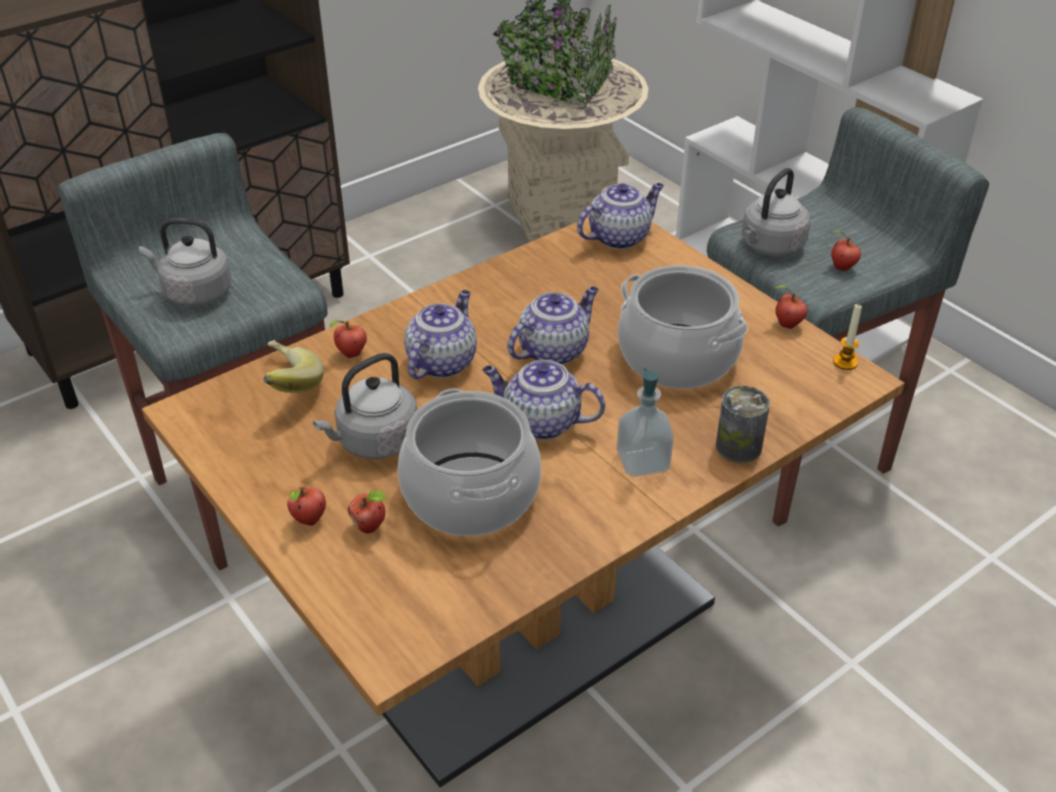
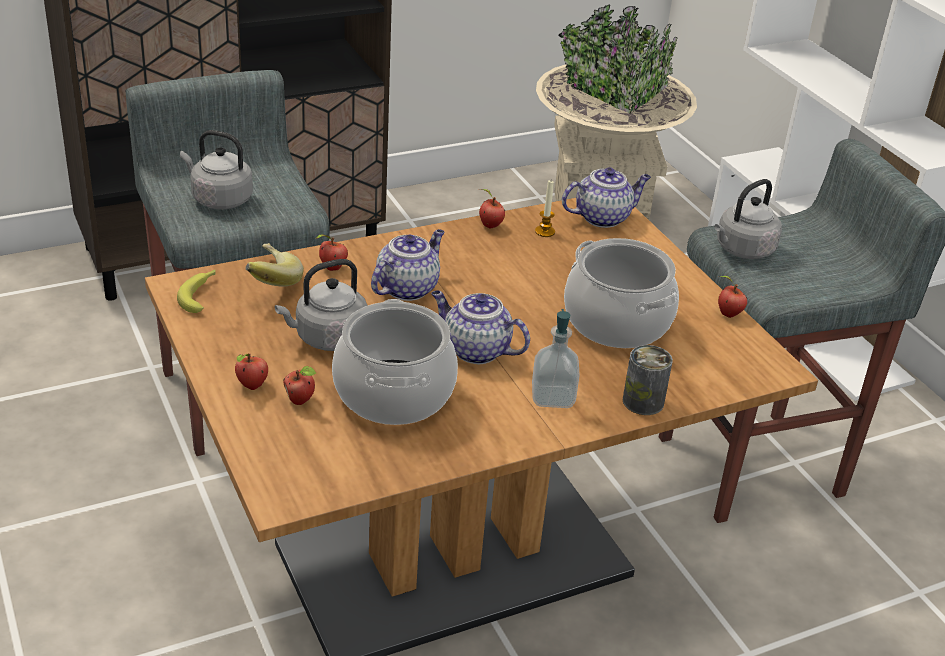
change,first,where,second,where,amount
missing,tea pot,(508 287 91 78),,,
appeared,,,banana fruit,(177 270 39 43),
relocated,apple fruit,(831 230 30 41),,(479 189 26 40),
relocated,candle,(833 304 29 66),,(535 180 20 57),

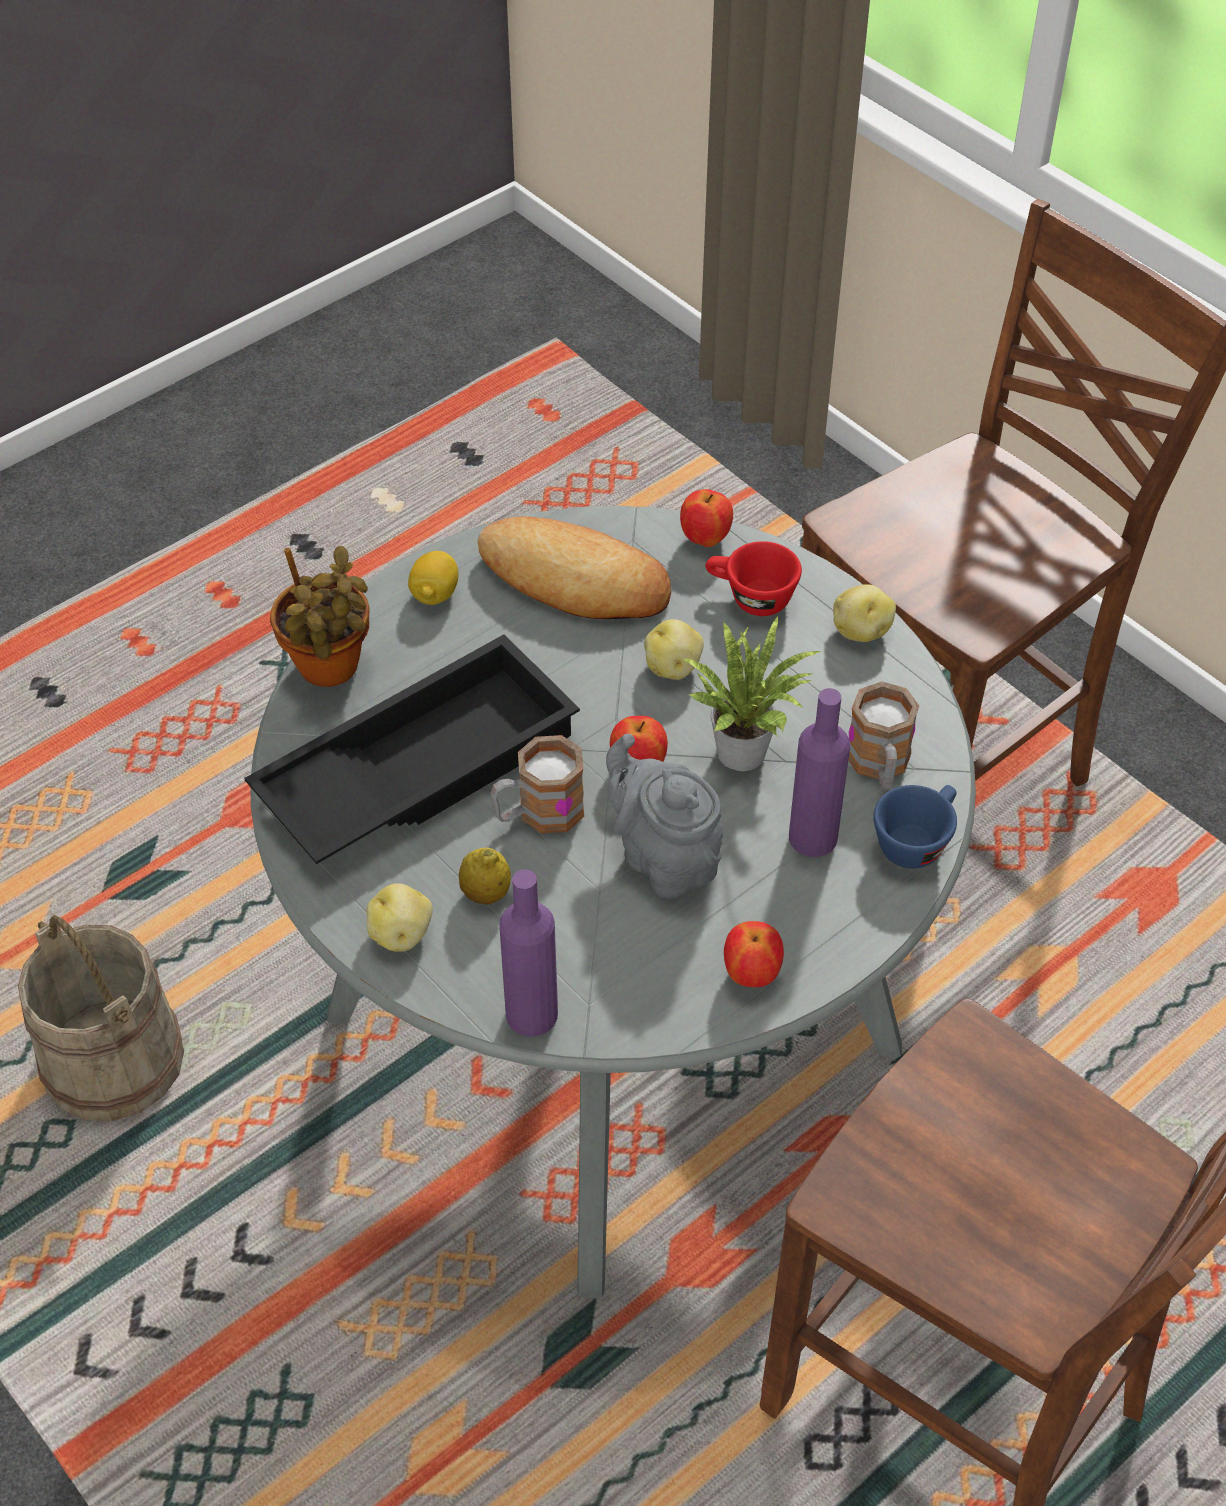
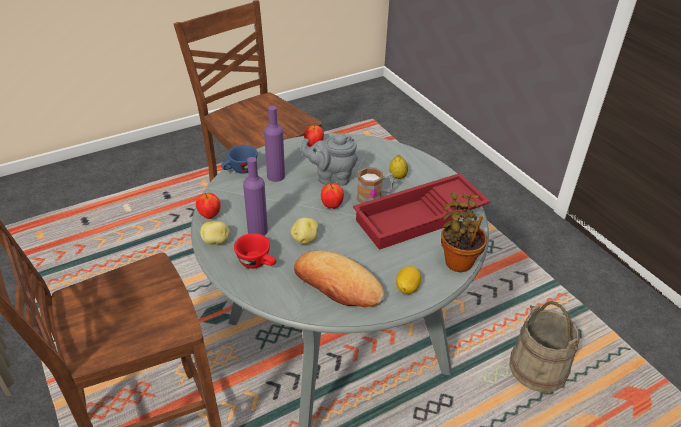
change,first,where,second,where,amount
missing,potato,(366 884 67 68),,,
missing,houseplant,(681 615 139 156),,,
missing,mug,(848 681 71 109),,,
relocated,bottle in purple,(499 869 59 168),,(243 157 25 79),
relocated,apple fruit,(680 489 53 58),,(196 193 25 26),
colour,carrying tray in black-coloured,(244 634 336 230),carrying tray in red-coloured,(353 173 137 77),
spun,tea pot in grey,(606 733 117 165),,(301 134 57 52),120 degrees clockwise

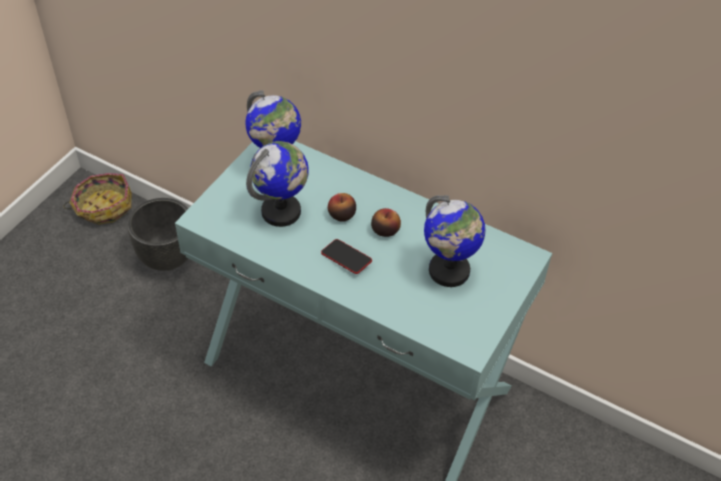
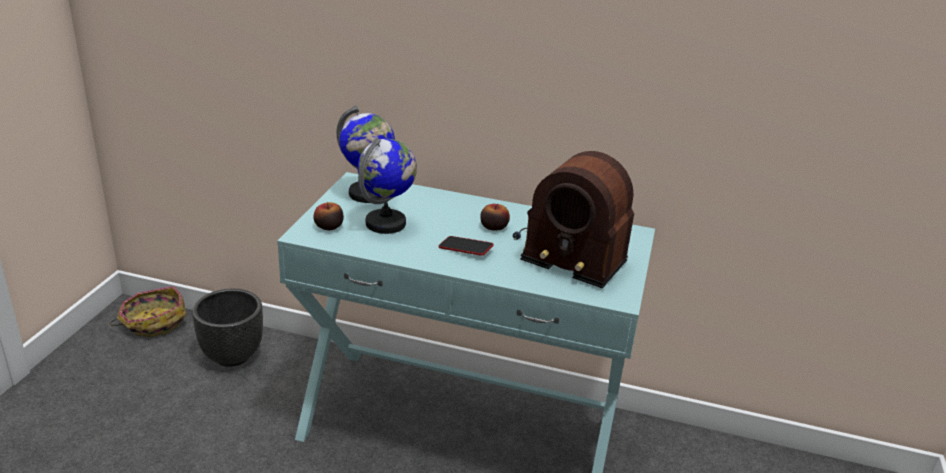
change,first,where,second,where,amount
relocated,apple fruit,(328 193 28 29),,(313 202 31 28),
exchanged,world globe,(424 195 61 92),radio,(513 151 121 138),

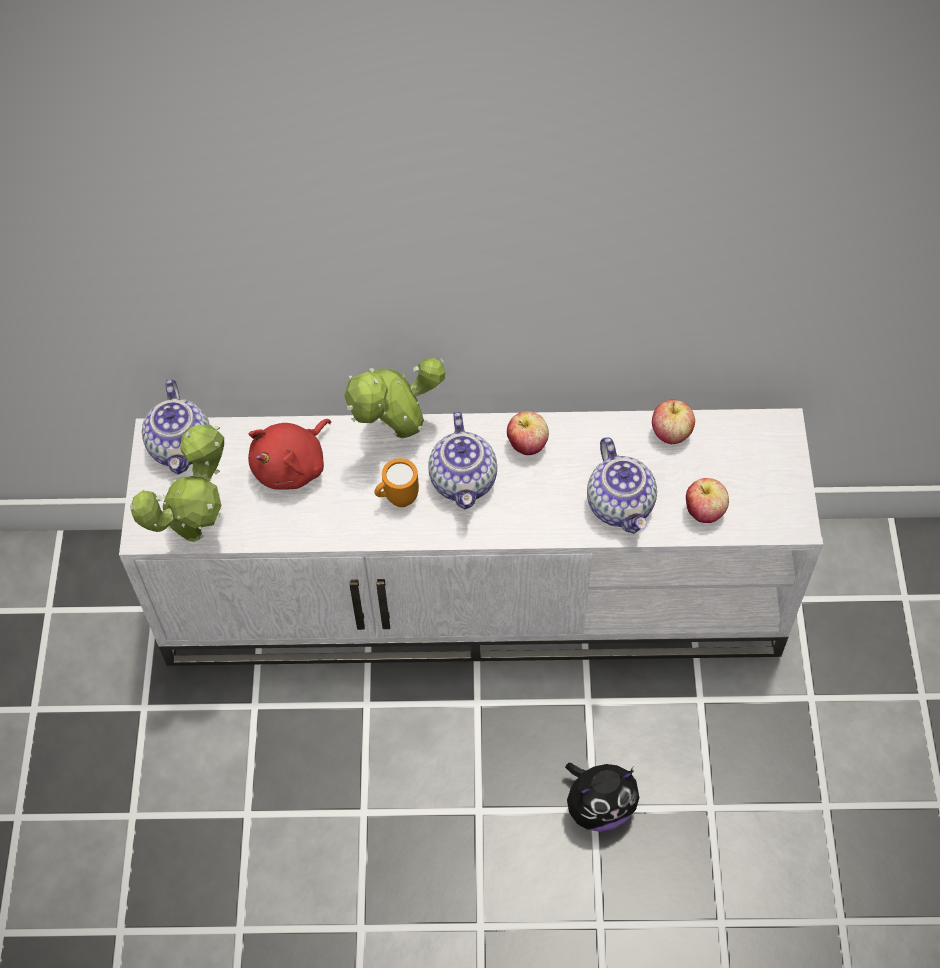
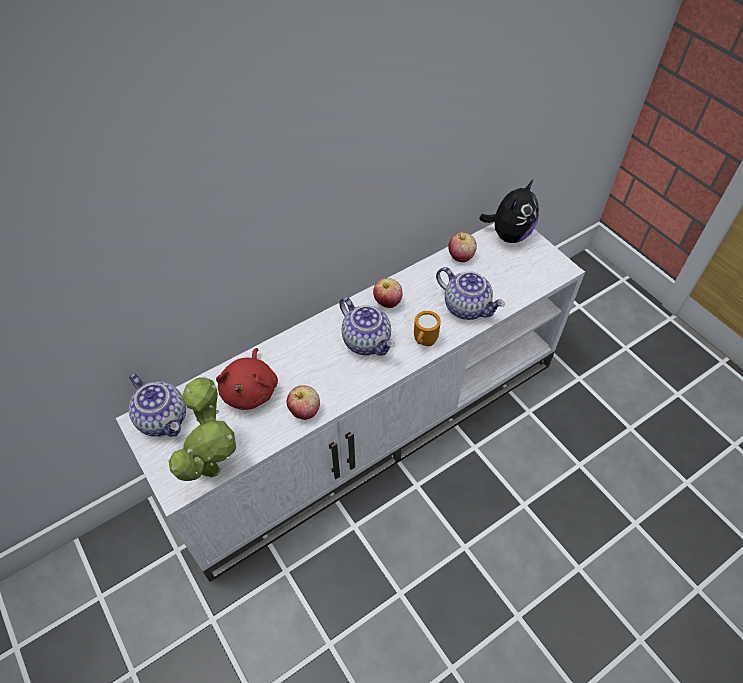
change,first,where,second,where,amount
missing,houseplant,(344 358 101 81),,,
relocated,mug in orangey,(374 458 45 49),,(414 311 27 35),
relocated,soft toy,(565 763 74 69),,(479 179 60 64),
relocated,apple fruit,(686 478 43 45),,(286 385 34 35),

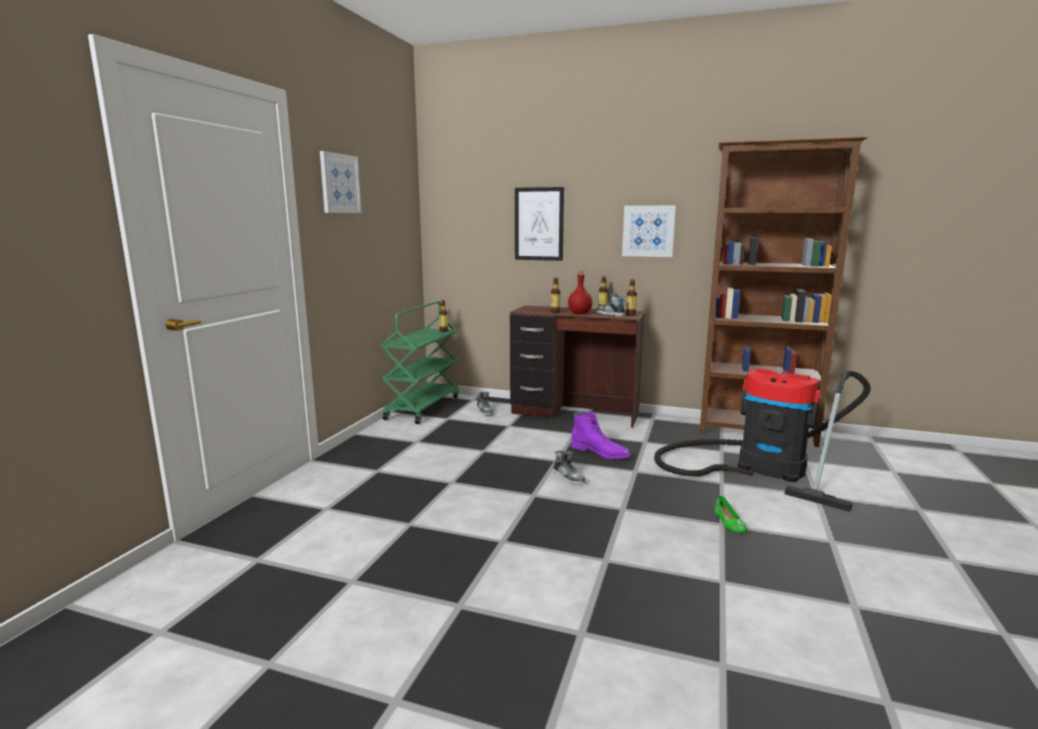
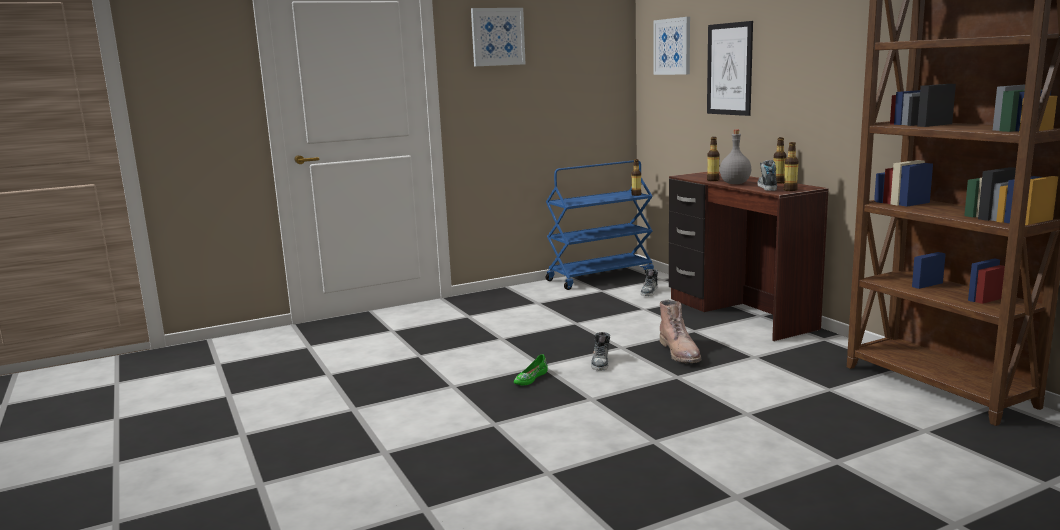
change,first,where,second,where,amount
missing,vacuum,(654 368 217 144),,,
relocated,wall picture,(622 205 54 52),,(654 17 36 58),
relocated,low shoe in green-coloured,(714 496 33 37),,(514 354 34 31),
colour,trolley in green-coloured,(380 301 79 123),trolley in blue-coloured,(545 160 109 130),
colour,bottle in red-coloured,(568 271 25 43),bottle in grey,(720 130 31 54),
colour,boot in purple,(571 412 61 48),boot in brownish,(660 300 41 63),

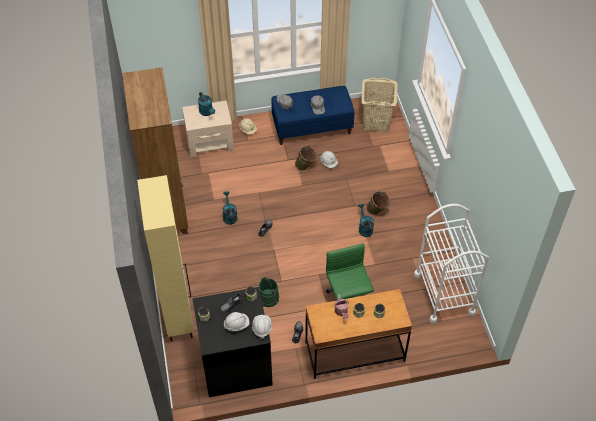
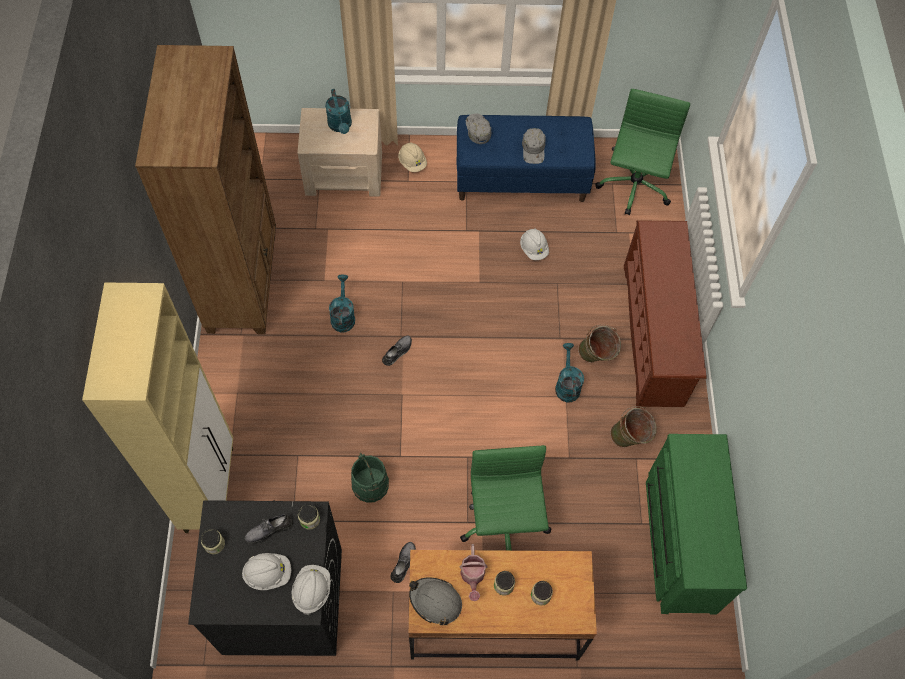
change,first,where,second,where,amount
appeared,,,safety helmet in grey,(409 577 53 48),
appeared,,,shoe shelf in brownish,(624 220 83 188),
relocated,pail in green-coloured,(295 145 22 25),,(610 406 46 42),
exchanged,hamper in beige-coloured,(361 78 36 54),computer chair in green-coloured,(595 89 95 126),
exchanged,trolley in white,(414 204 75 120),chest of drawers in green-coloured,(646 434 101 180),

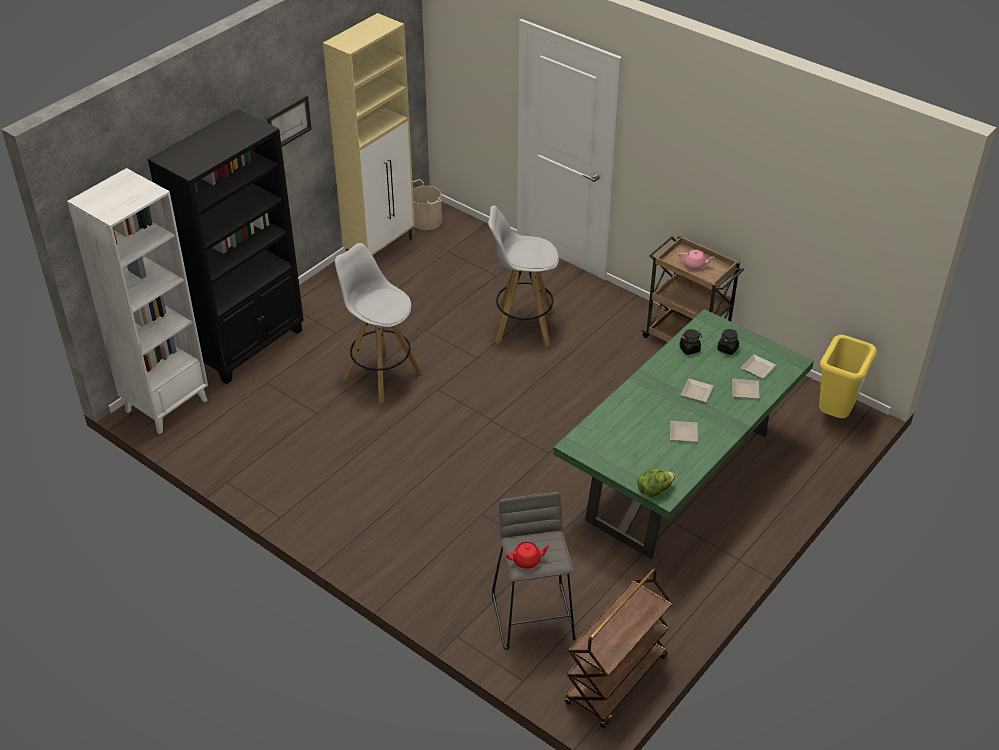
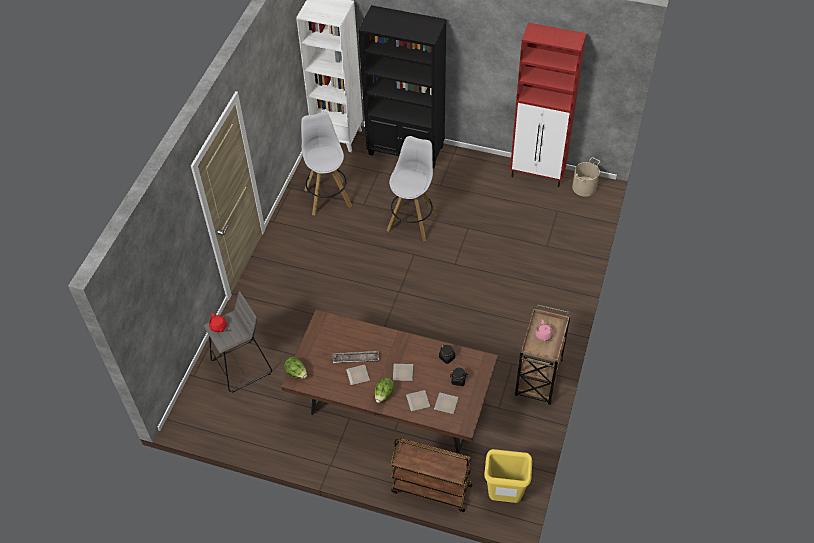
change,first,where,second,where,amount
missing,wall picture,(267 95 45 52),,,
appeared,,,carrying tray,(333 351 46 12),
appeared,,,lettuce,(374 378 21 25),
relocated,stool in white,(488 206 71 141),,(301 112 51 104),
relocated,trolley in brownish,(565 568 108 161),,(391 438 82 74),
colour,storage cabinet in beige-coloured,(323 13 92 242),storage cabinet in red-coloured,(510 23 76 164),
colour,dinner table in green-coloured,(554 309 260 250),dinner table in brownish,(281 310 217 144),

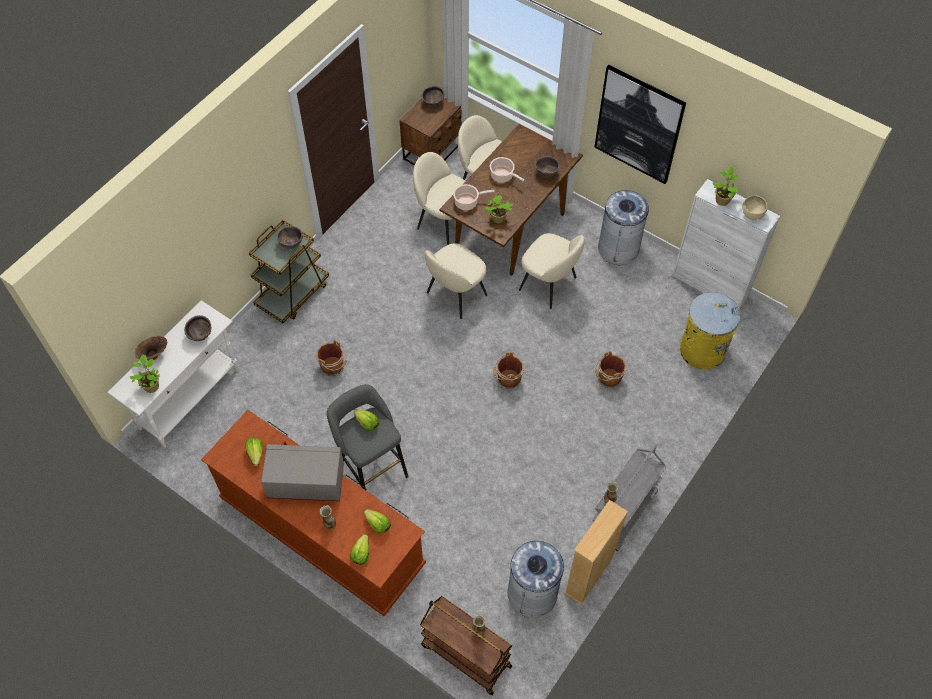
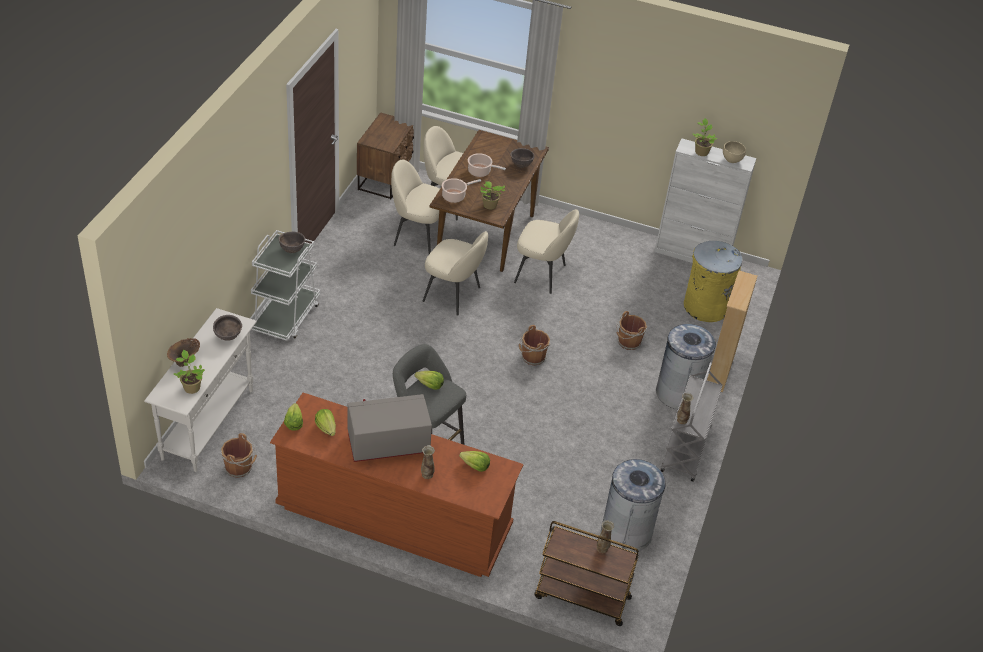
change,first,where,second,where,amount
missing,bowl in brownish,(421 86 24 21),,,
missing,wall picture,(594 65 92 119),,,
relocated,pail in brownish,(316 340 31 36),,(221 433 36 45),
relocated,lettuce,(350 534 20 31),,(284 403 19 28),
relocated,bookshelf in beige-coloured,(564 500 64 104),,(707 271 50 121),
relocated,trash can in grey,(598 190 51 75),,(656 324 60 85),
colour,trolley in brownish,(249 220 80 103),trolley in white,(251 230 69 111),
spun,chair in beige-coloured,(425 243 62 76),,(423 231 65 85),90 degrees counterclockwise

